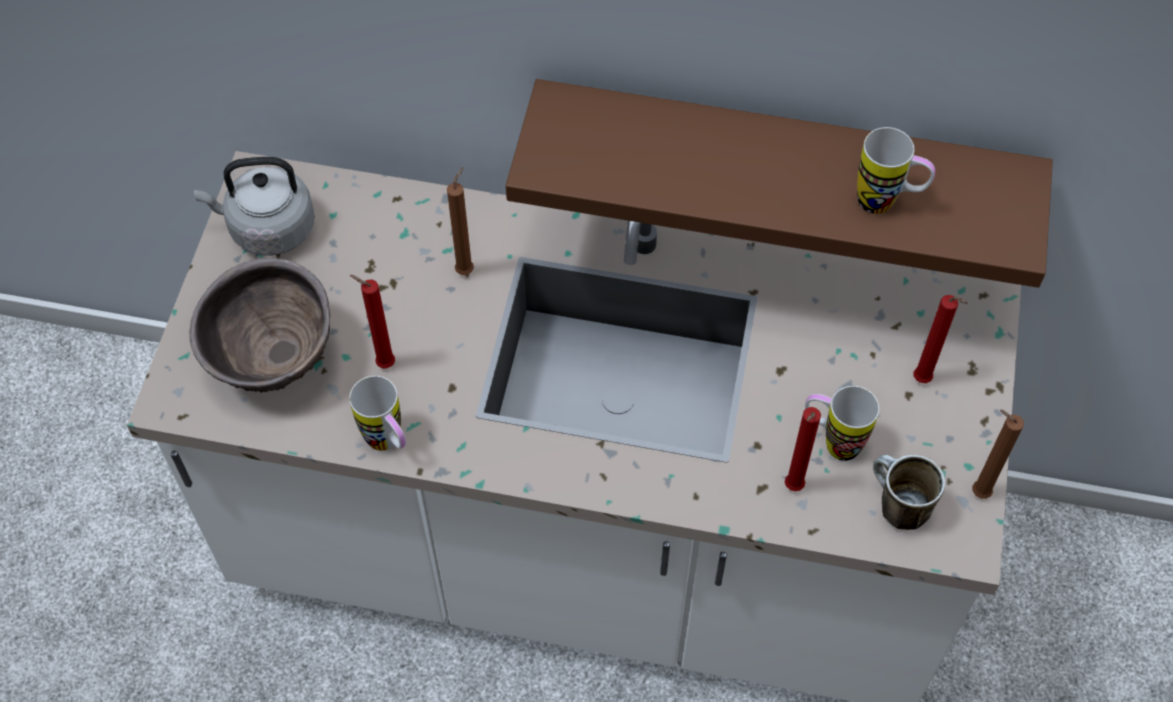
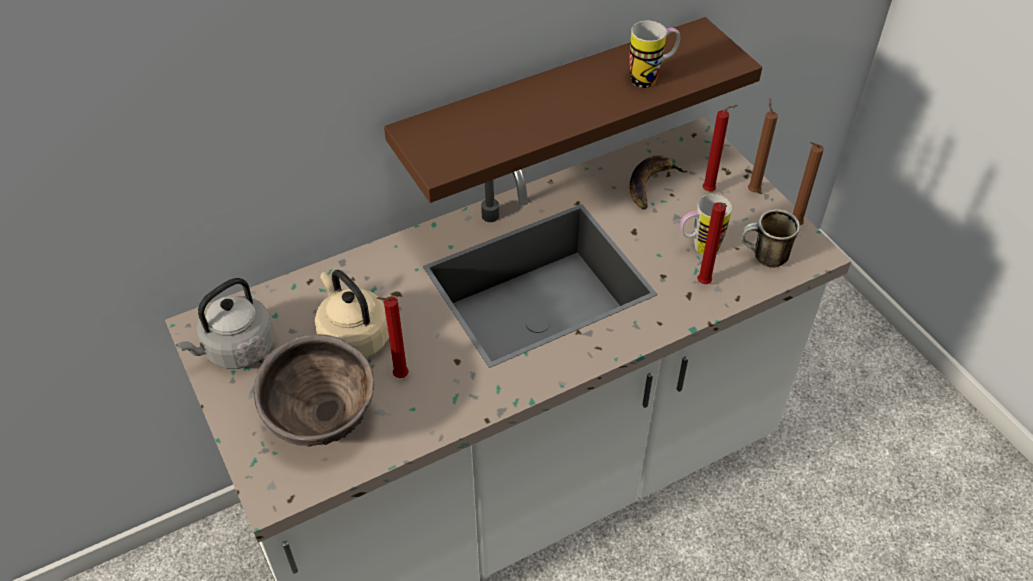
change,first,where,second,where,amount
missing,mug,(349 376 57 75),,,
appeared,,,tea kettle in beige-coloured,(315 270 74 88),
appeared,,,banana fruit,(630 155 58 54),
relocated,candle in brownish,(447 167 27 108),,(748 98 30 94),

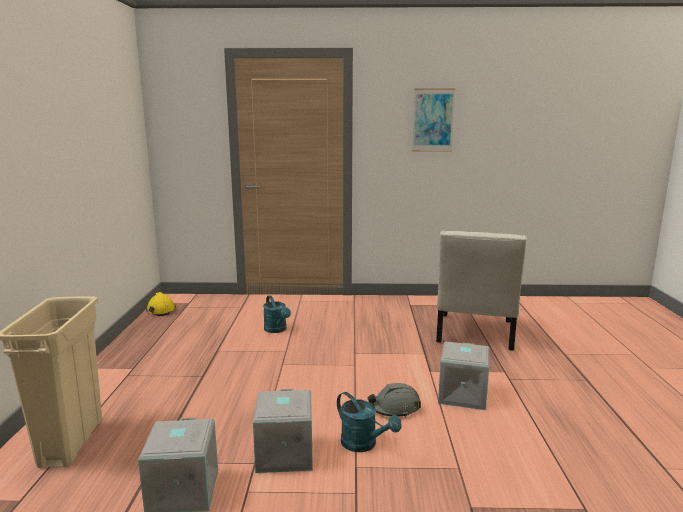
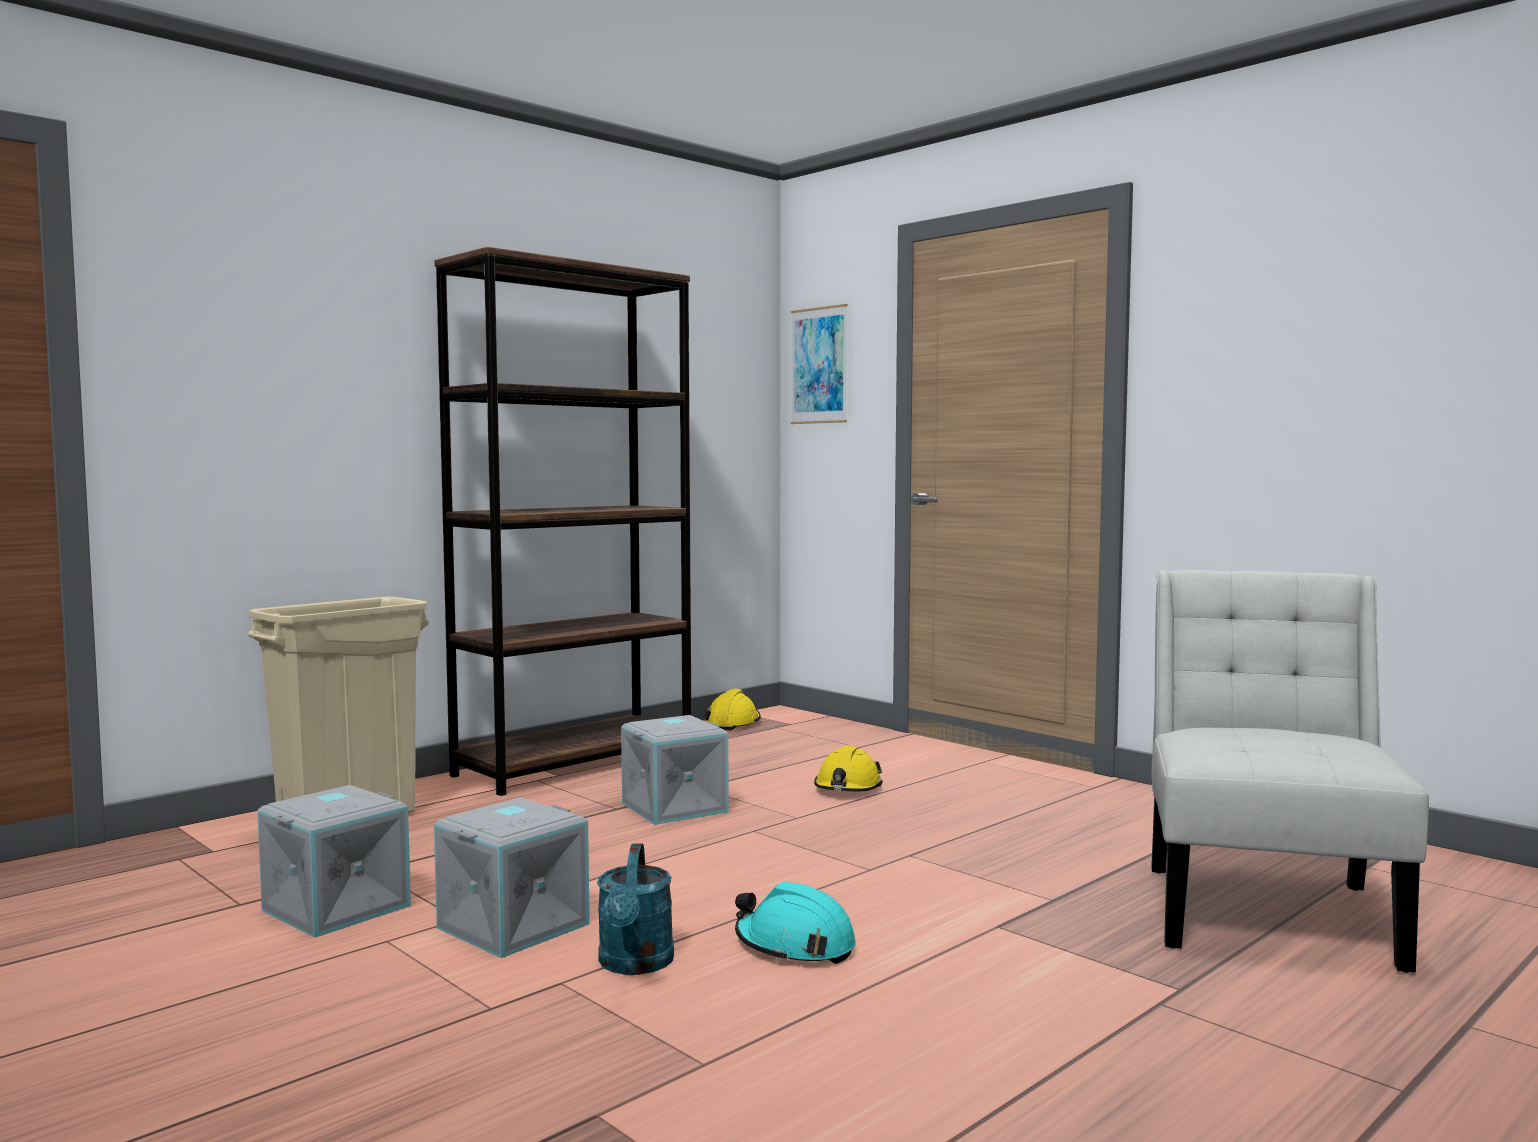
change,first,where,second,where,amount
appeared,,,bookshelf in brownish,(434 247 257 549),
relocated,wall picture,(412 89 43 63),,(791 304 57 120),
relocated,storage bin in grey,(438 342 51 68),,(621 715 108 110),
exchanged,watering pot in blue-green,(263 295 28 38),safety helmet in yellow-coloured,(814 746 68 45),
colour,safety helmet in grey,(367 383 54 35),safety helmet in blue-green,(735 882 121 82),
spun,chair in white,(436 231 91 120),,(1151 570 278 403),135 degrees clockwise

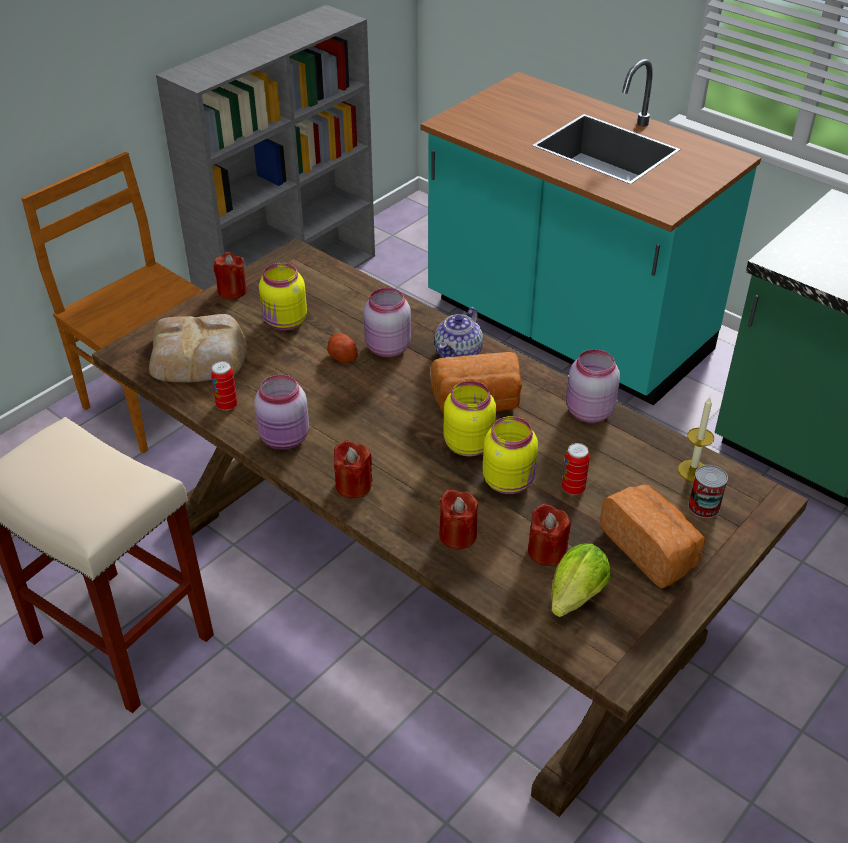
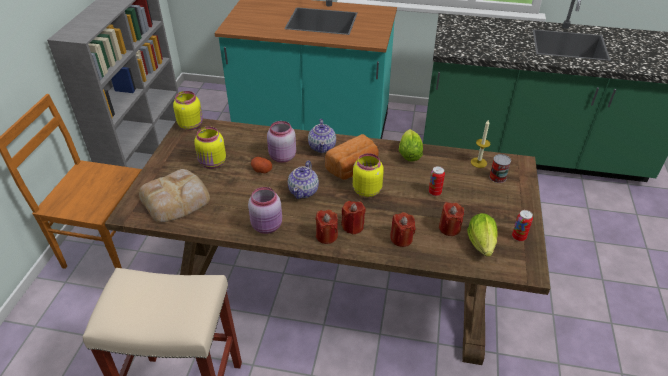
change,first,where,second,where,amount
missing,bakery bread,(600 484 105 105),,,
appeared,,,tea pot,(288 160 31 39),
relocated,sealed can,(211 361 27 50),,(512 210 21 31),
relocated,candle in red-coloured,(213 252 34 47),,(341 201 25 34),
relocated,preserve jar in yellow-coloured,(483 416 55 78),,(173 91 30 39),
exchanged,preserve jar in pinkish,(566 349 54 74),lettuce,(399 129 24 33),

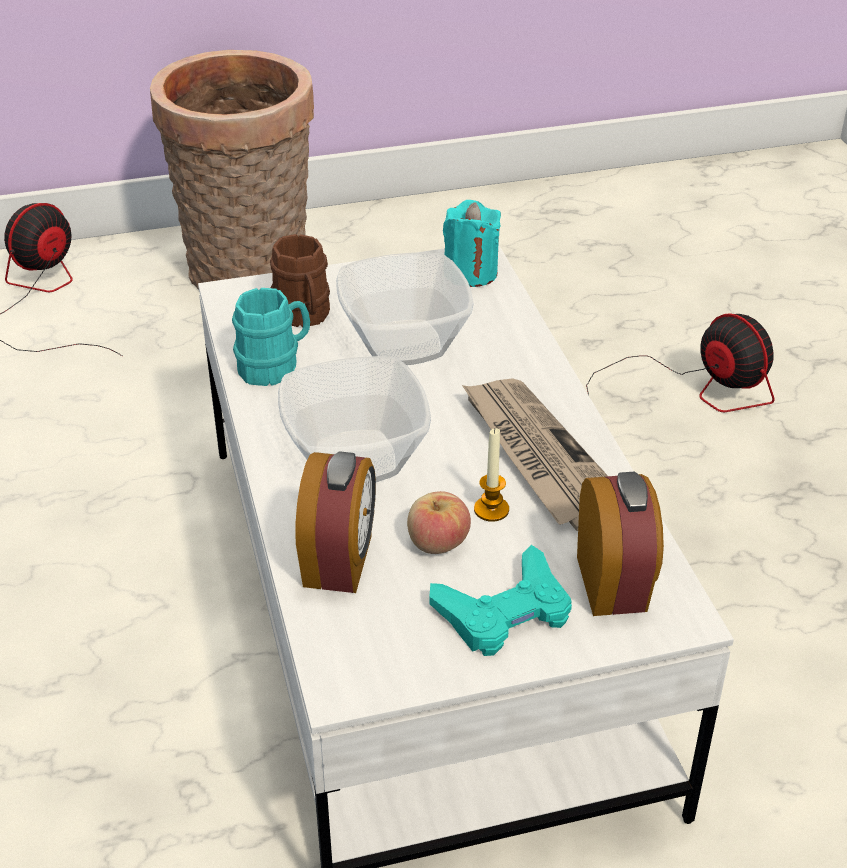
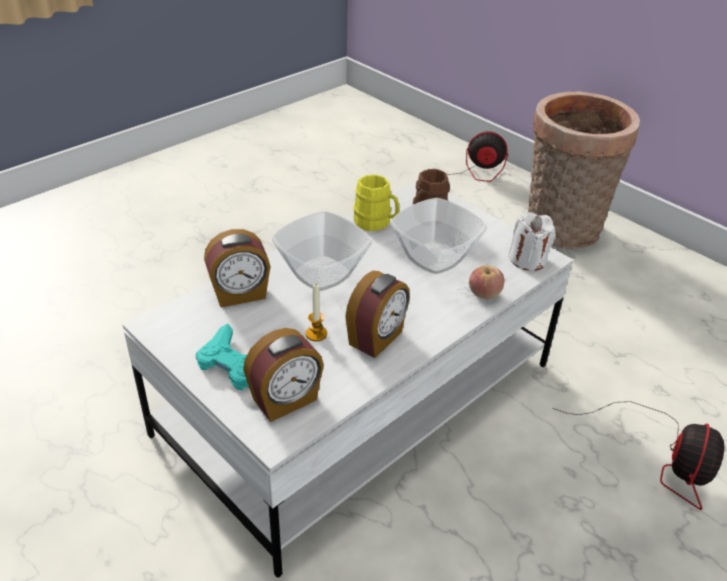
change,first,where,second,where,amount
relocated,apple fruit,(407 491 64 63),,(469 265 35 35),
exchanged,daily paper,(462 378 146 153),bedside clock,(345 271 65 87),
colour,mug in blue-green,(232 288 78 98),mug in yellow-coloured,(353 175 47 56),
colour,candle in blue-green,(443 200 58 87),candle in white,(508 212 48 59),

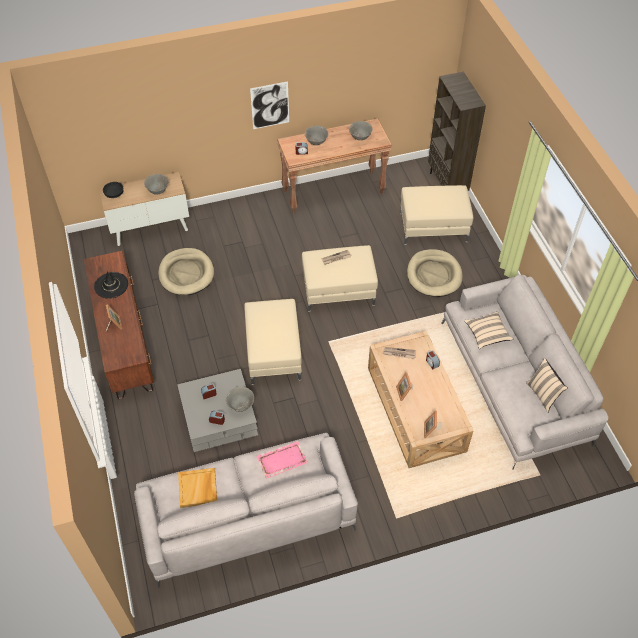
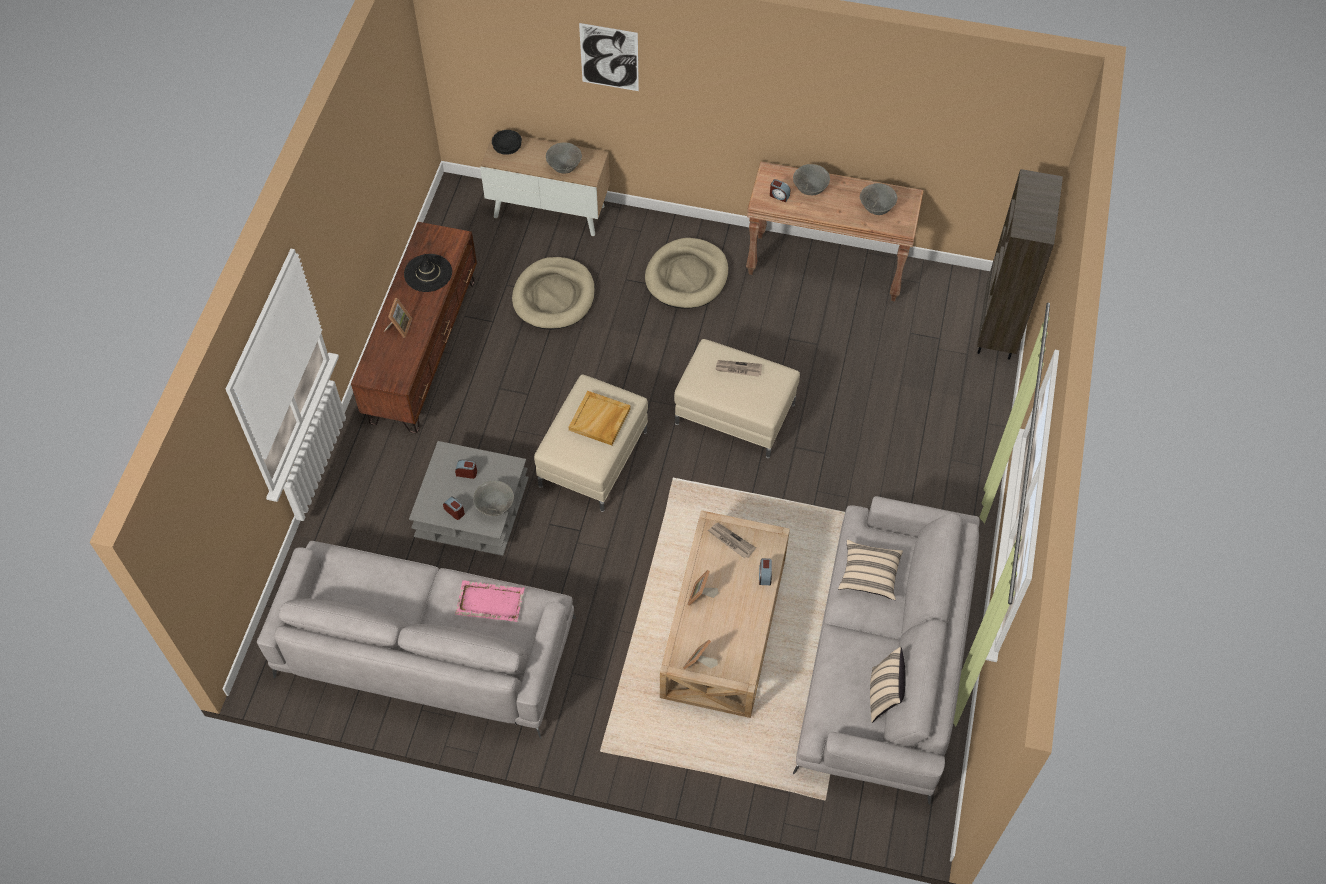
change,first,where,second,where,amount
missing,ottoman in beige-coloured,(400 185 73 60),,,
relocated,carrying tray in beige-coloured,(178 468 39 40),,(569 391 62 54),
relocated,wall picture,(250 81 39 48),,(579 23 60 68),
relocated,dog cushion in beige-coloured,(407 249 56 48),,(645 238 83 71),

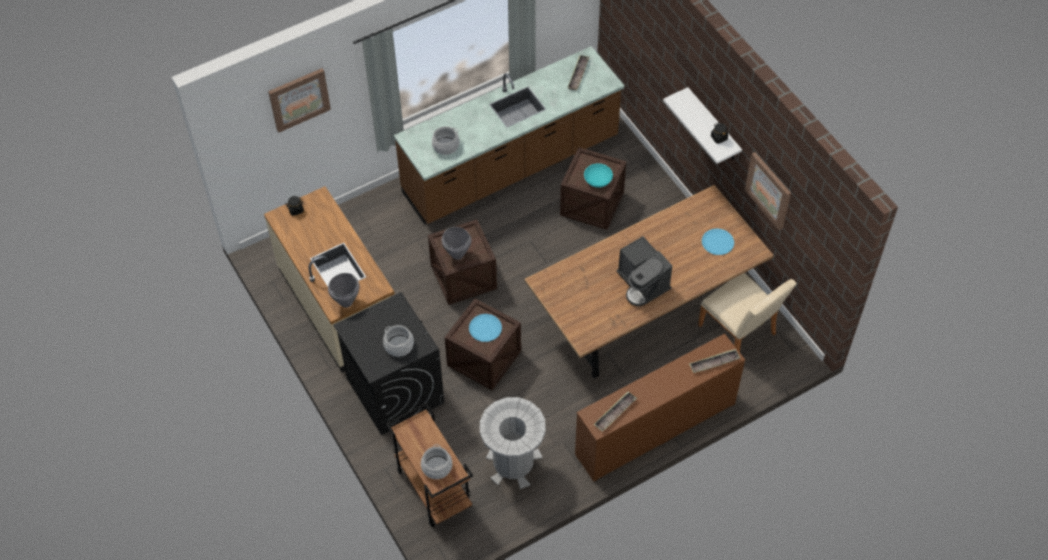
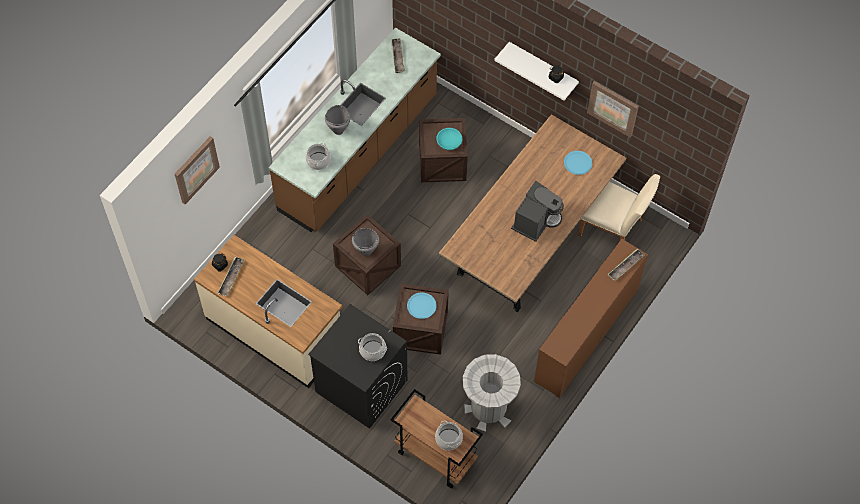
change,first,where,second,where,amount
relocated,stockpot in grey,(328 273 31 35),,(325 105 25 30),
relocated,carrying tray,(594 391 43 40),,(218 257 27 39),
spun,coffee brewer,(616 236 56 70),,(511 181 53 61),90 degrees counterclockwise

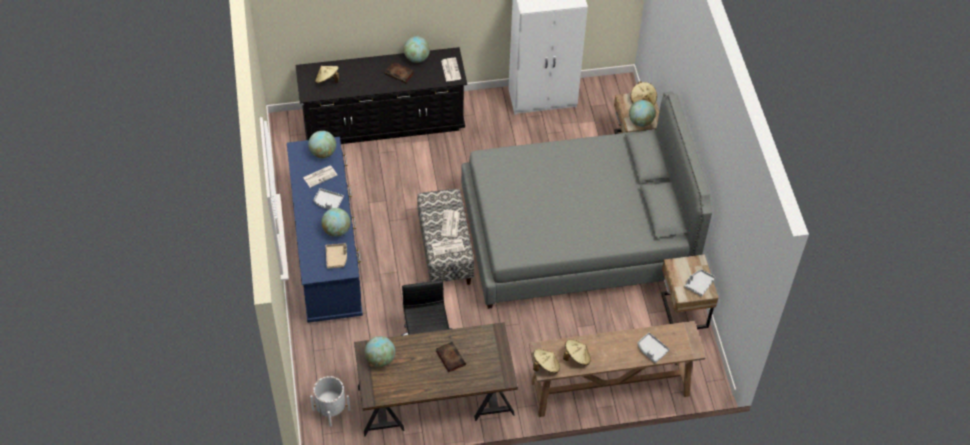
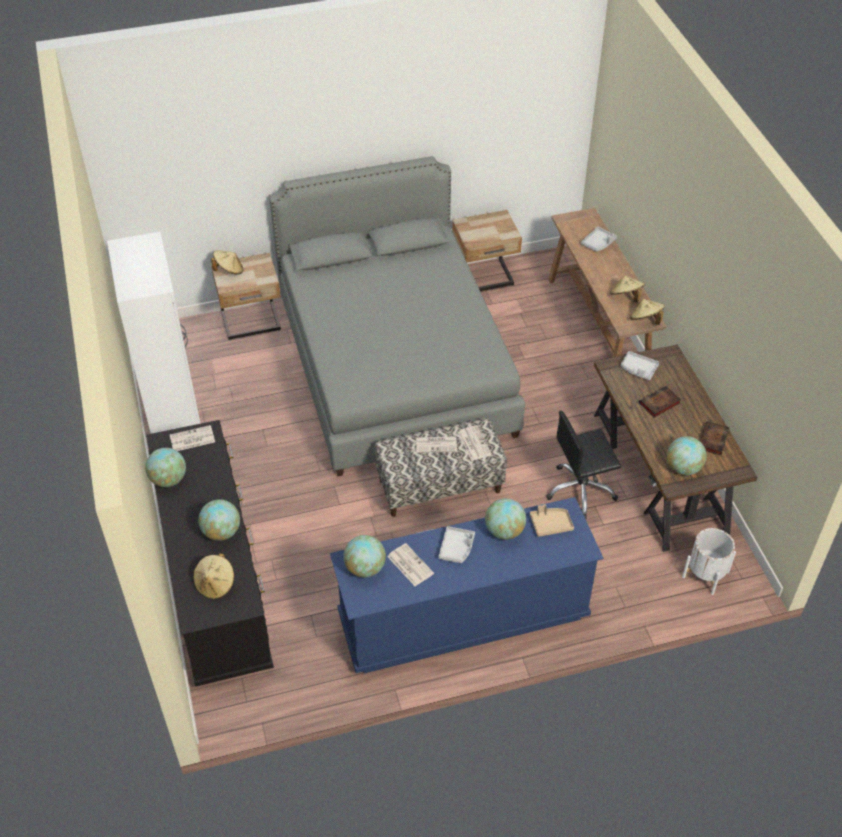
change,first,where,second,where,amount
relocated,bound book,(384 62 30 21),,(700 421 30 34),
relocated,world globe,(629 100 27 27),,(198 499 42 42),
relocated,carrying tray in grey,(684 269 31 27),,(621 351 38 29),

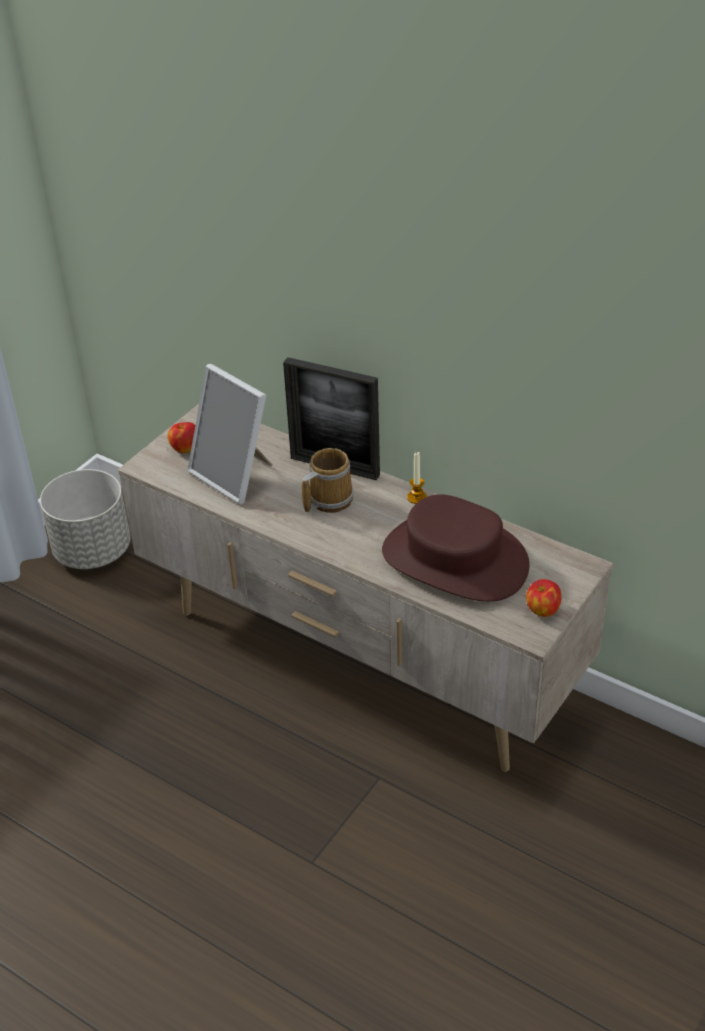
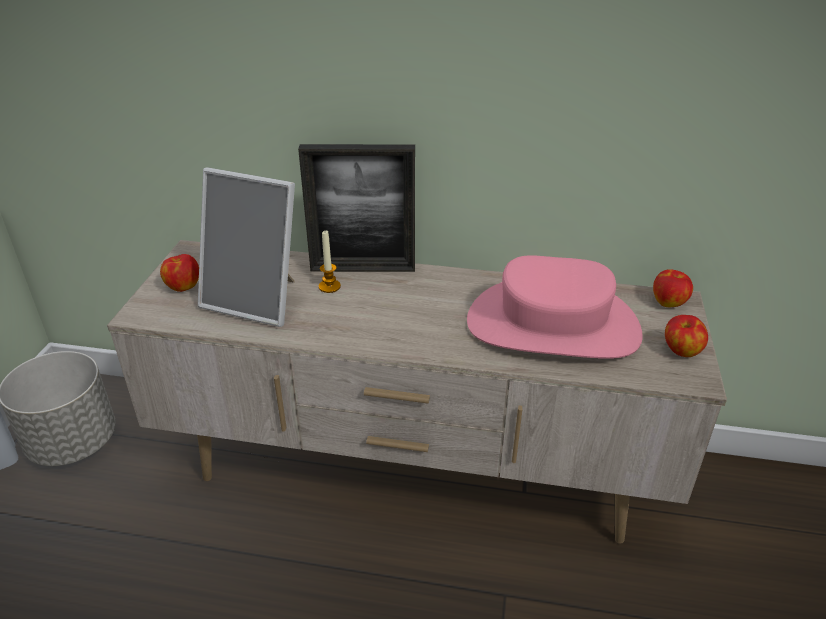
change,first,where,second,where,amount
missing,mug,(302 448 52 65),,,
appeared,,,apple fruit,(653 269 40 38),
relocated,candle,(407 452 20 52),,(319 231 22 62),
colour,hat in brownish,(382 494 147 108),hat in pinkish,(467 255 176 104),

